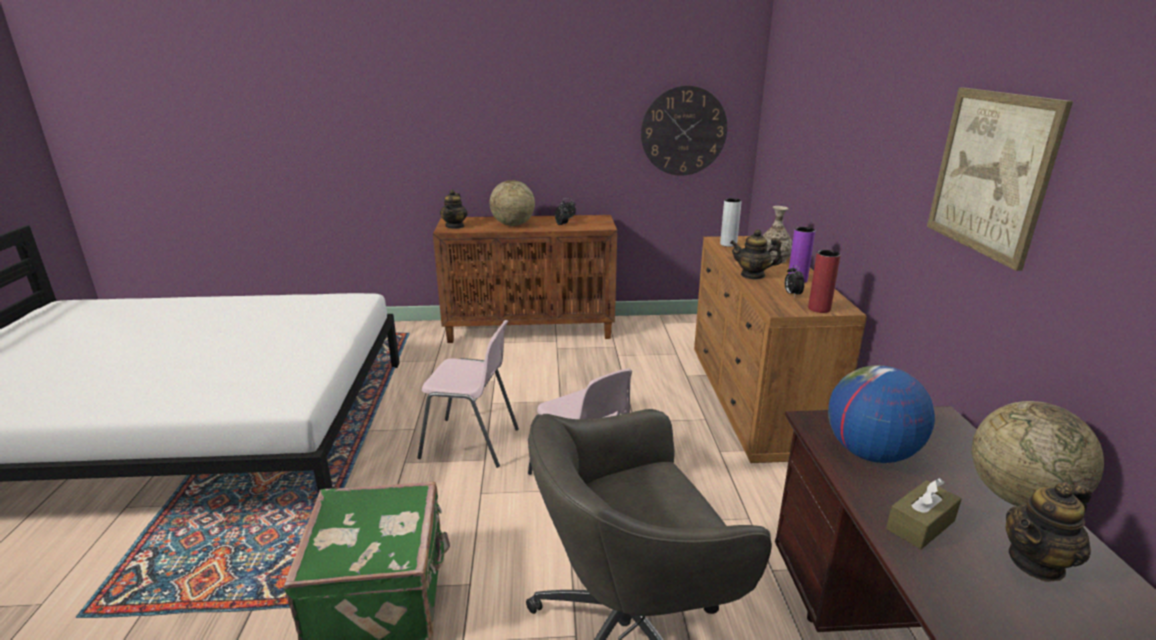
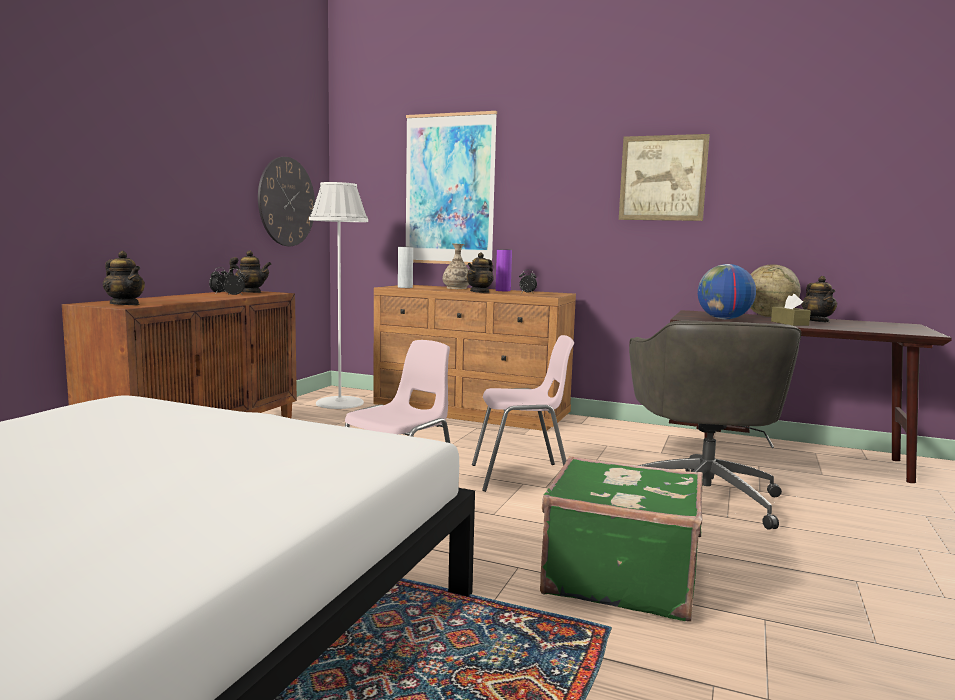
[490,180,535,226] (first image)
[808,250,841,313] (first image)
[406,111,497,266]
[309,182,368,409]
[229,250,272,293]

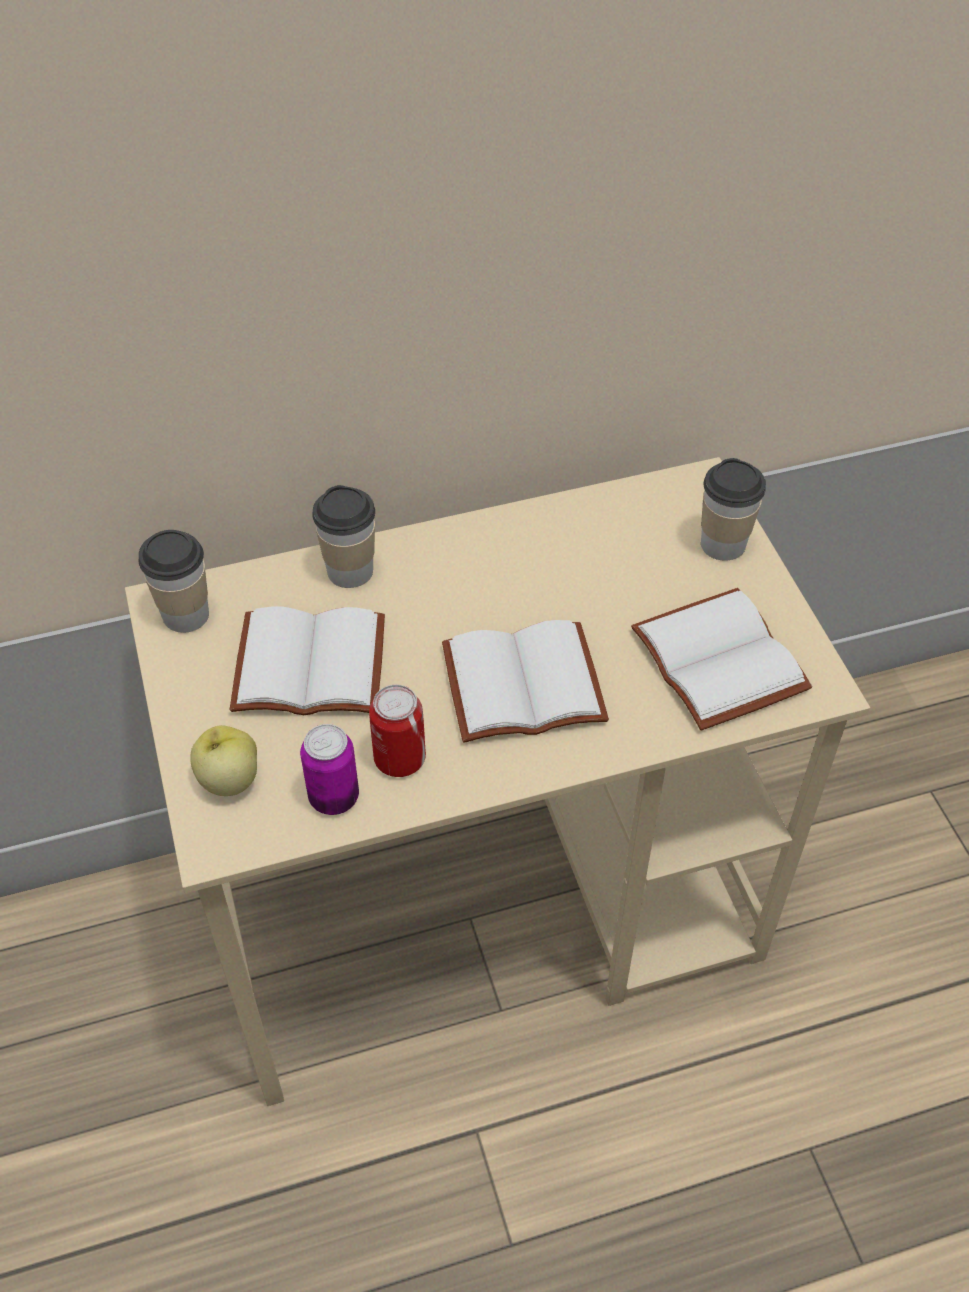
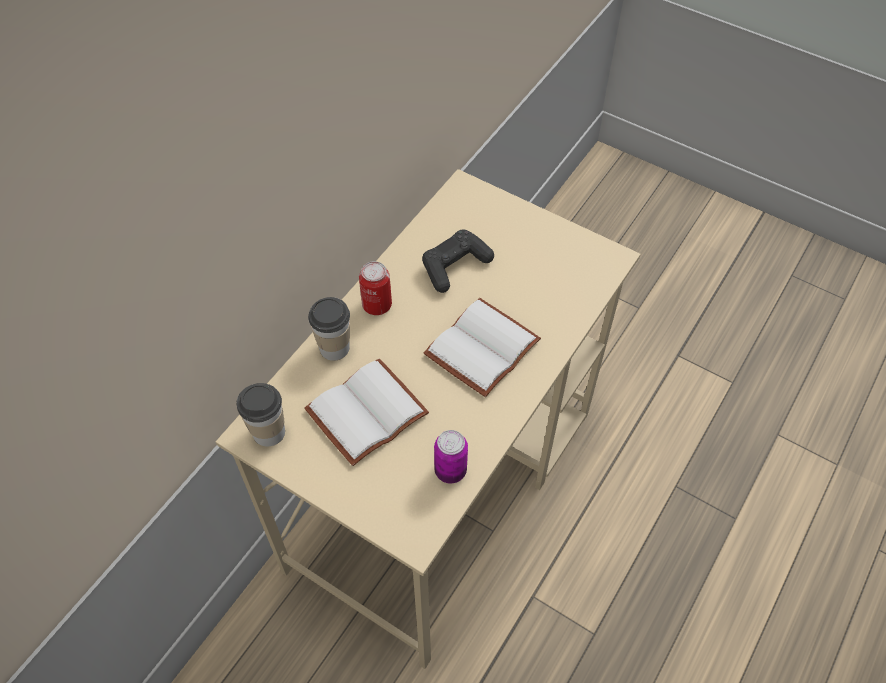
[701,458,766,561] (first image)
[631,588,812,731] (first image)
[359,261,392,315]
[191,725,257,796] (first image)
[422,229,494,293]

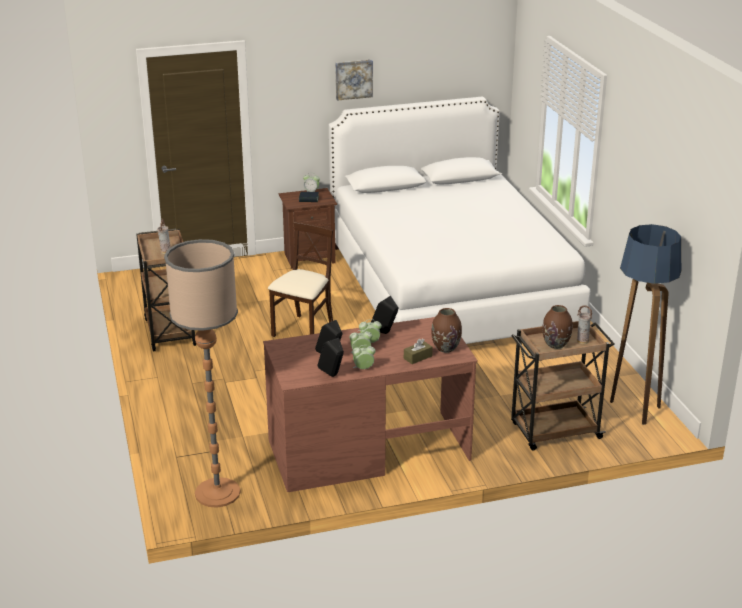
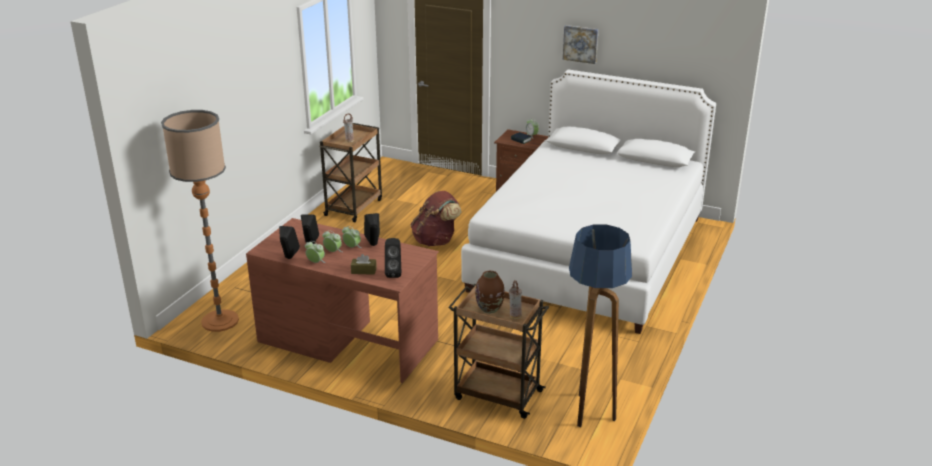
[410,191,461,246]
[385,238,402,278]

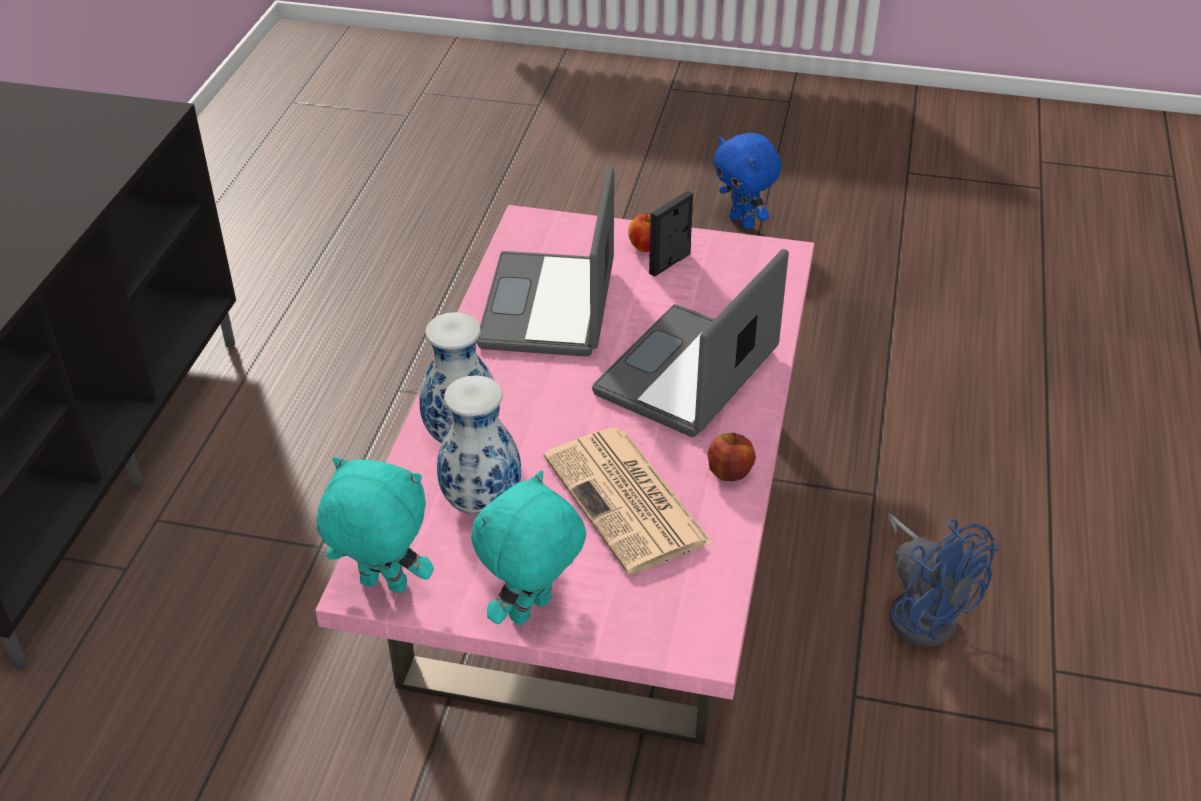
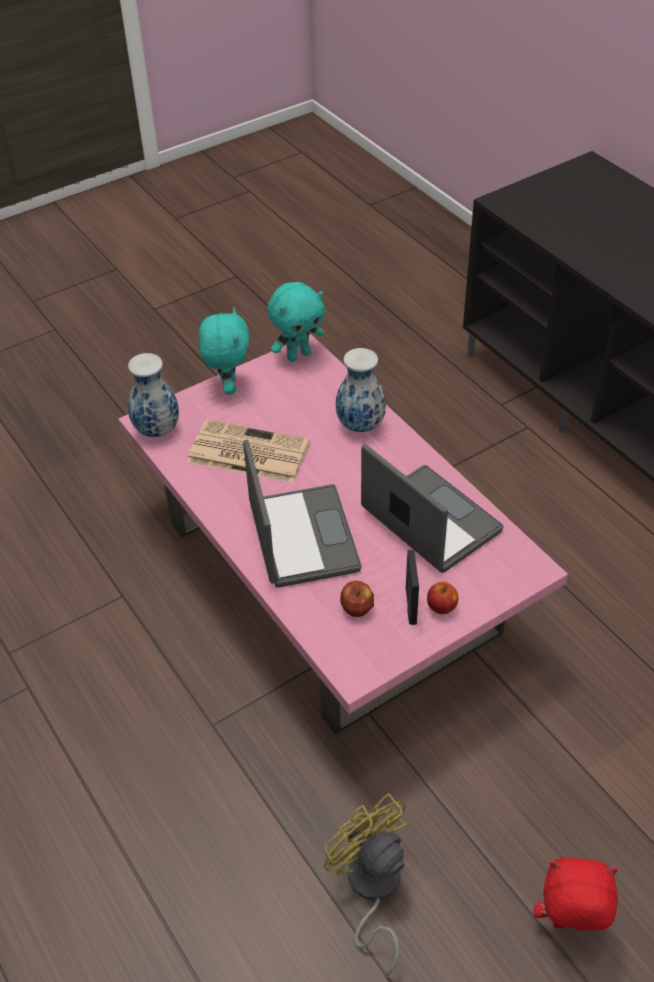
[534,858,618,931]
[128,353,179,437]
[340,581,374,617]
[887,514,999,647] (first image)
[324,793,408,976]

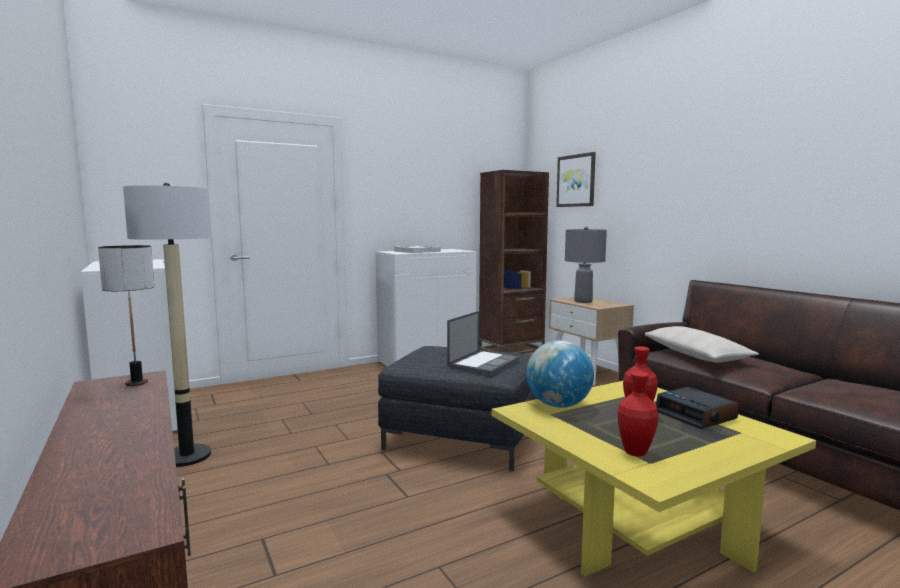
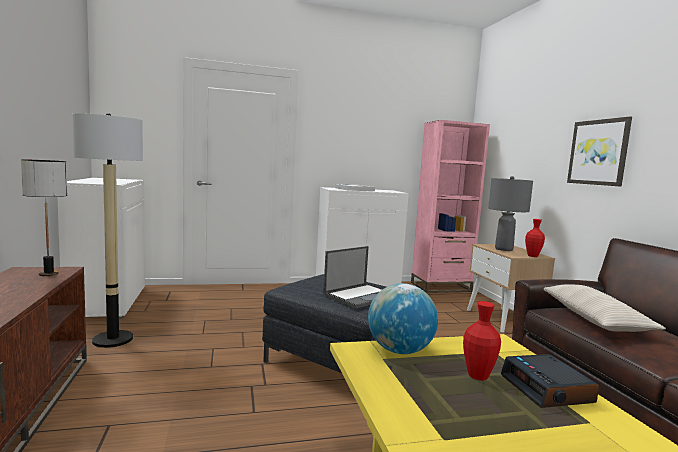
[567,117,632,187]
[411,120,490,293]
[525,219,545,257]

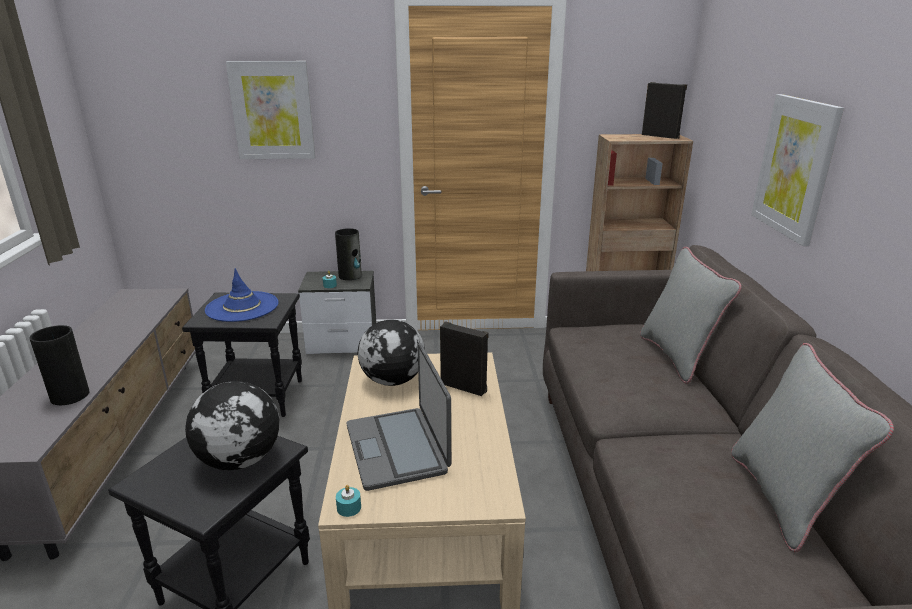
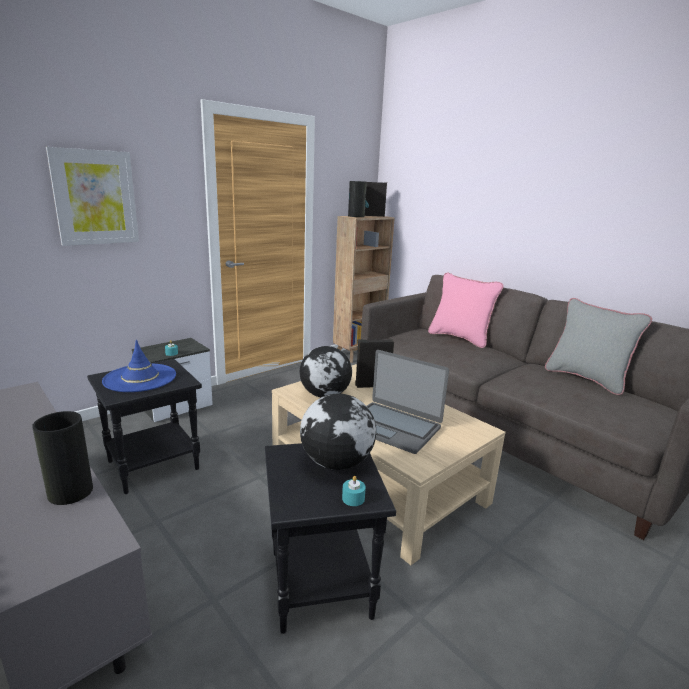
[751,94,844,246] (first image)
[348,181,369,217]
[428,272,503,348]
[342,476,366,506]

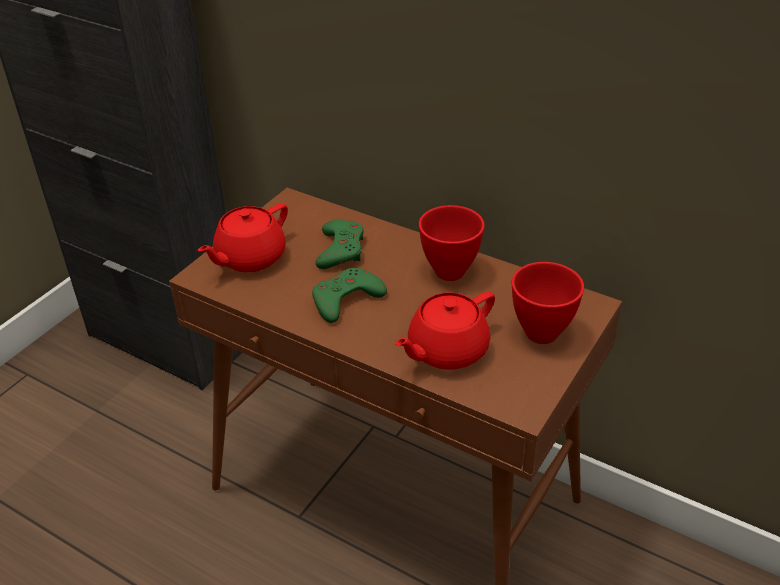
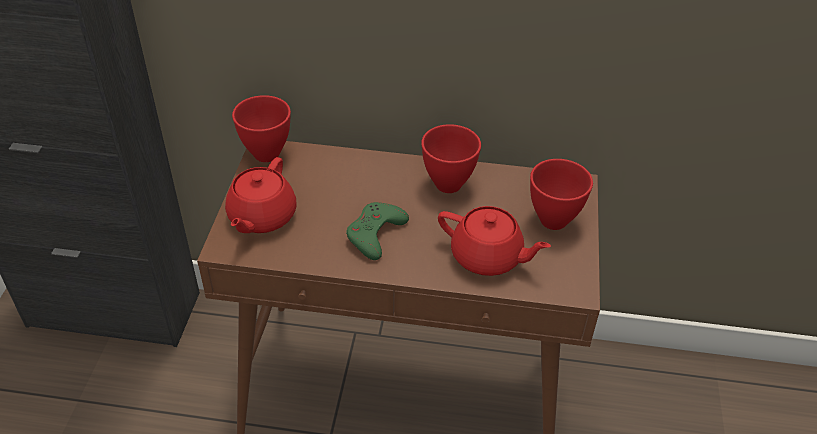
[316,220,364,269] (first image)
[438,206,551,276]
[232,95,291,162]

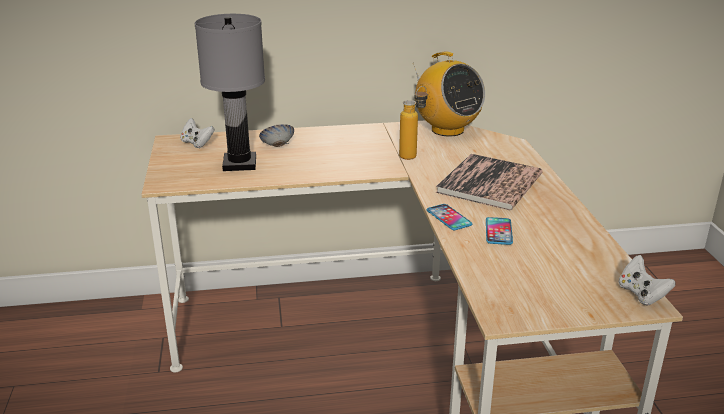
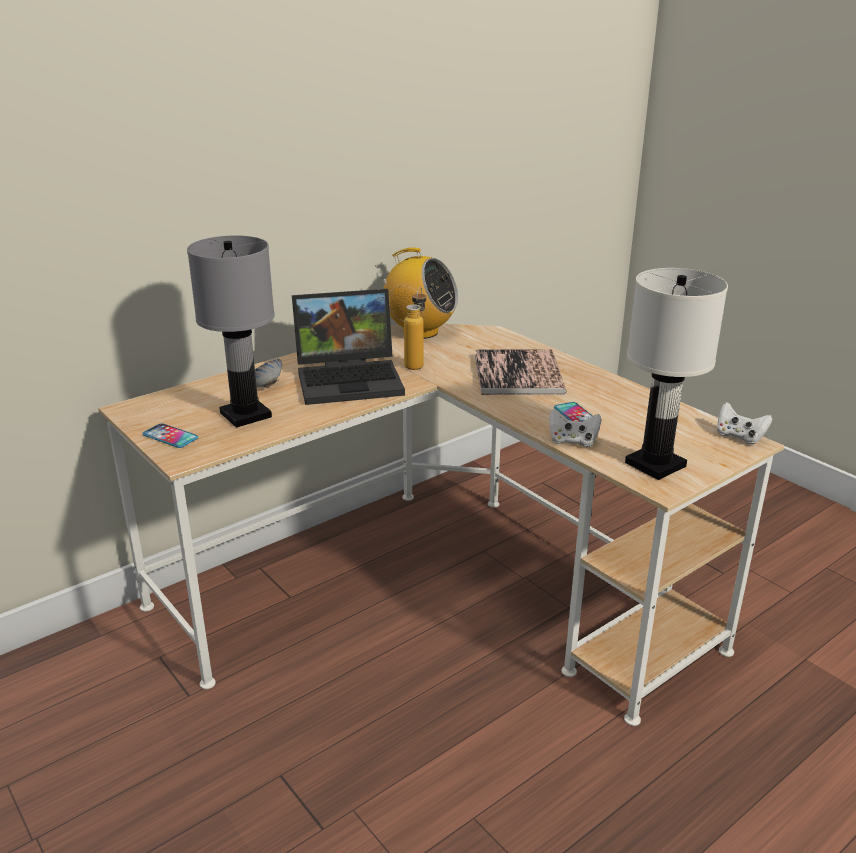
[549,410,601,447]
[142,423,198,448]
[625,268,728,480]
[292,289,405,405]

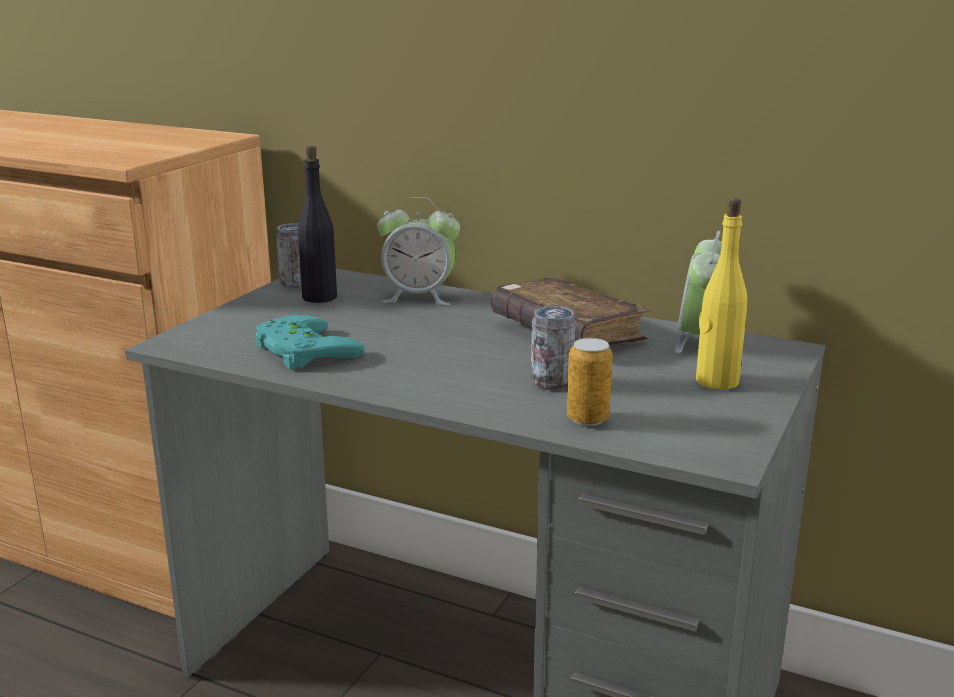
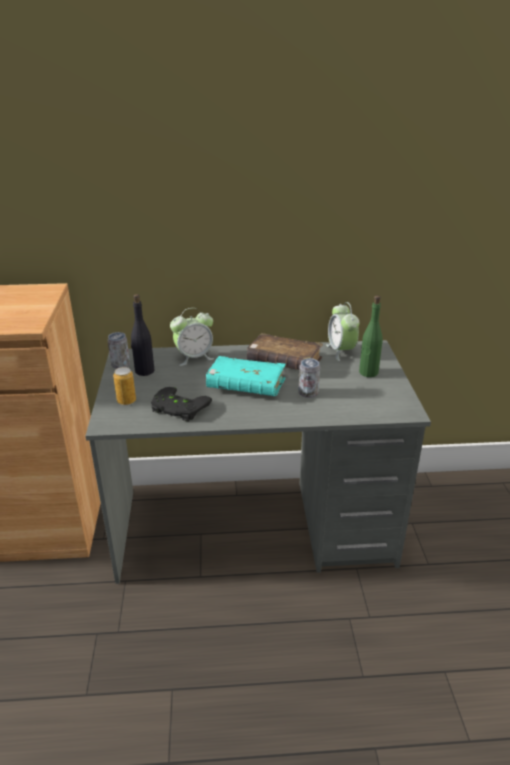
[359,296,383,377]
[151,387,212,422]
[113,367,136,405]
[206,356,286,396]

